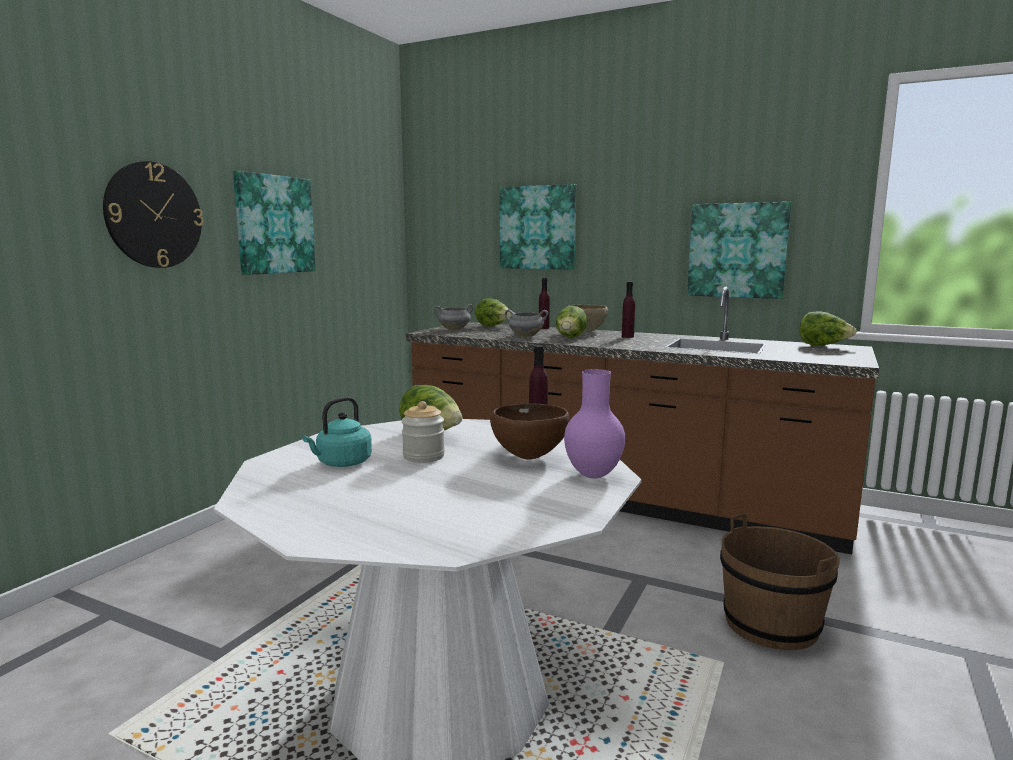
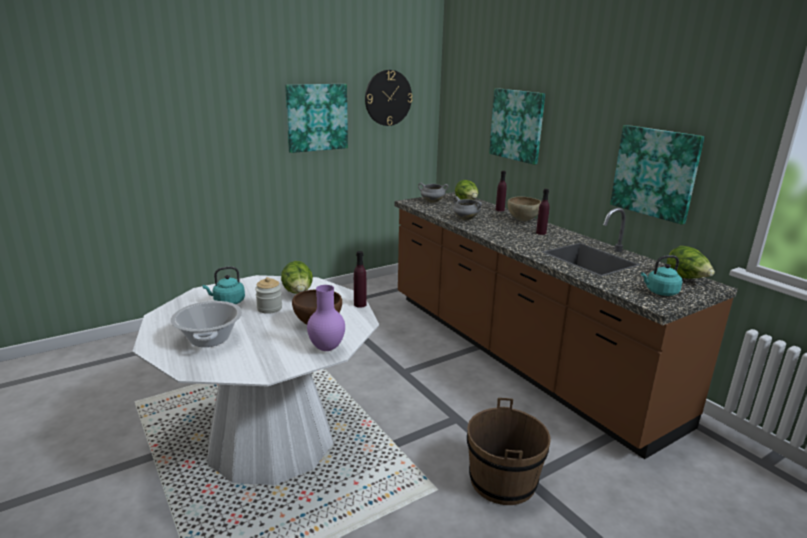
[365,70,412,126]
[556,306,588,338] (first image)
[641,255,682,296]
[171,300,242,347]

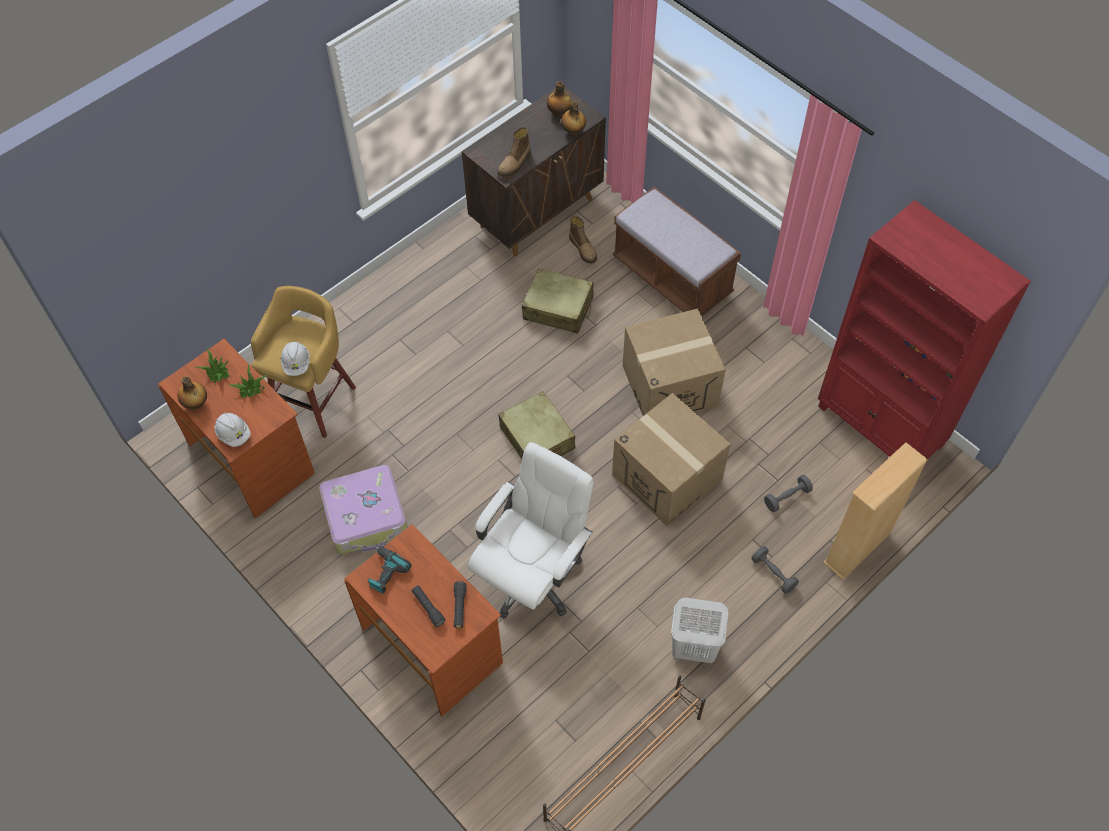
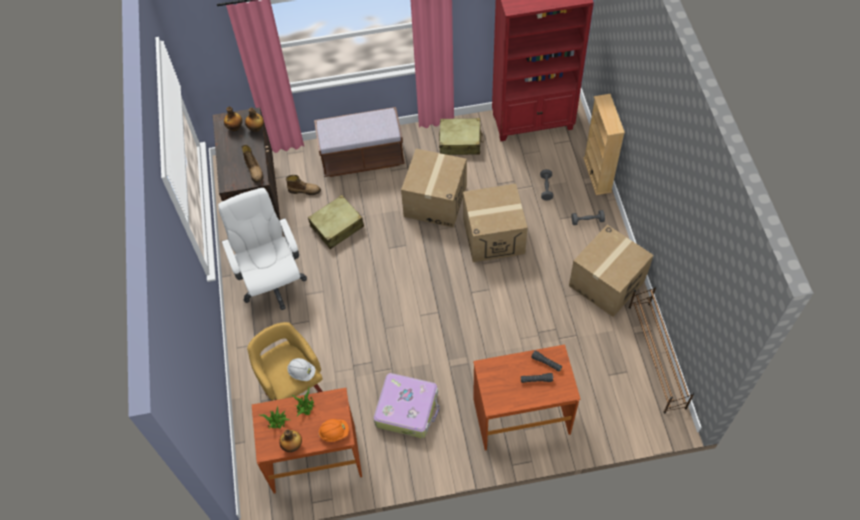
[439,118,484,155]
[319,419,349,442]
[218,188,307,310]
[368,546,411,594] (first image)
[569,225,653,317]

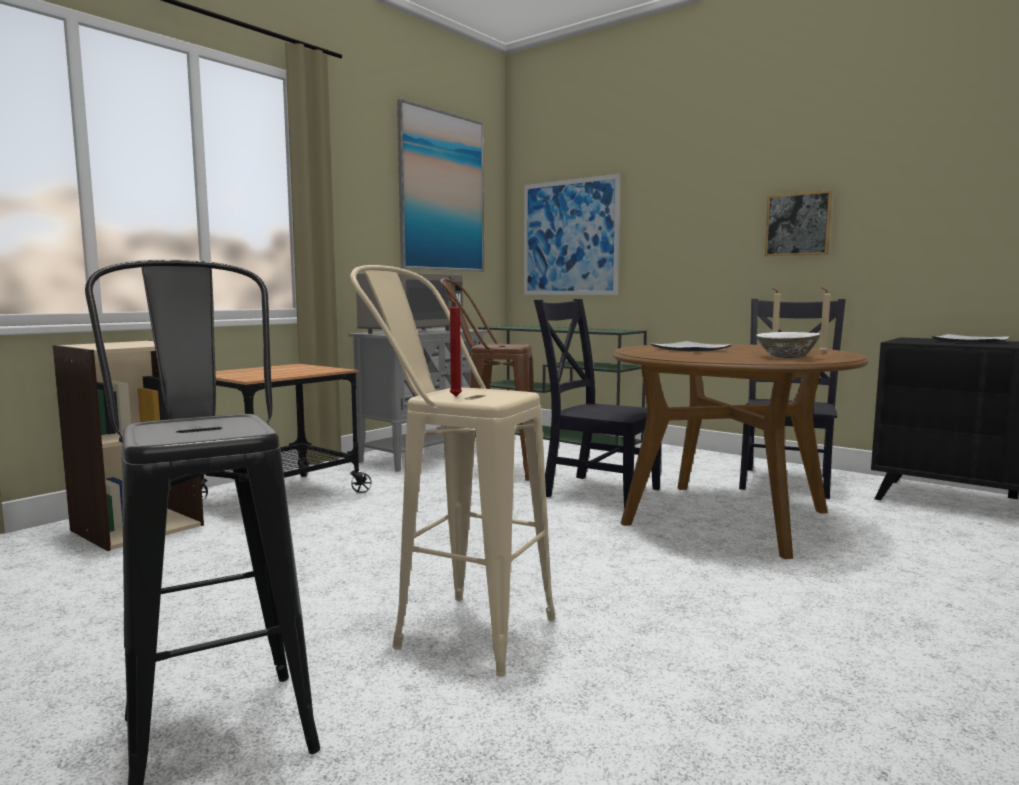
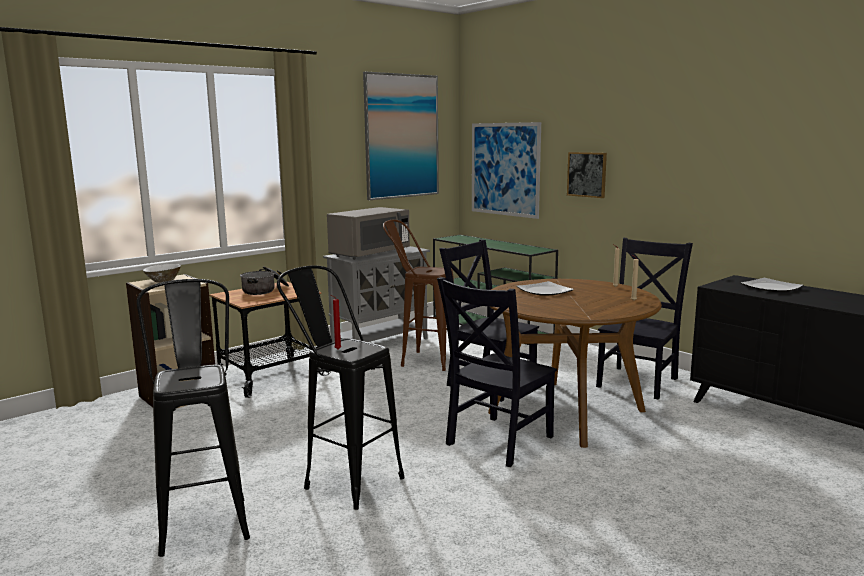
[567,152,607,198]
[277,265,405,510]
[143,264,181,283]
[240,266,289,295]
[437,277,557,467]

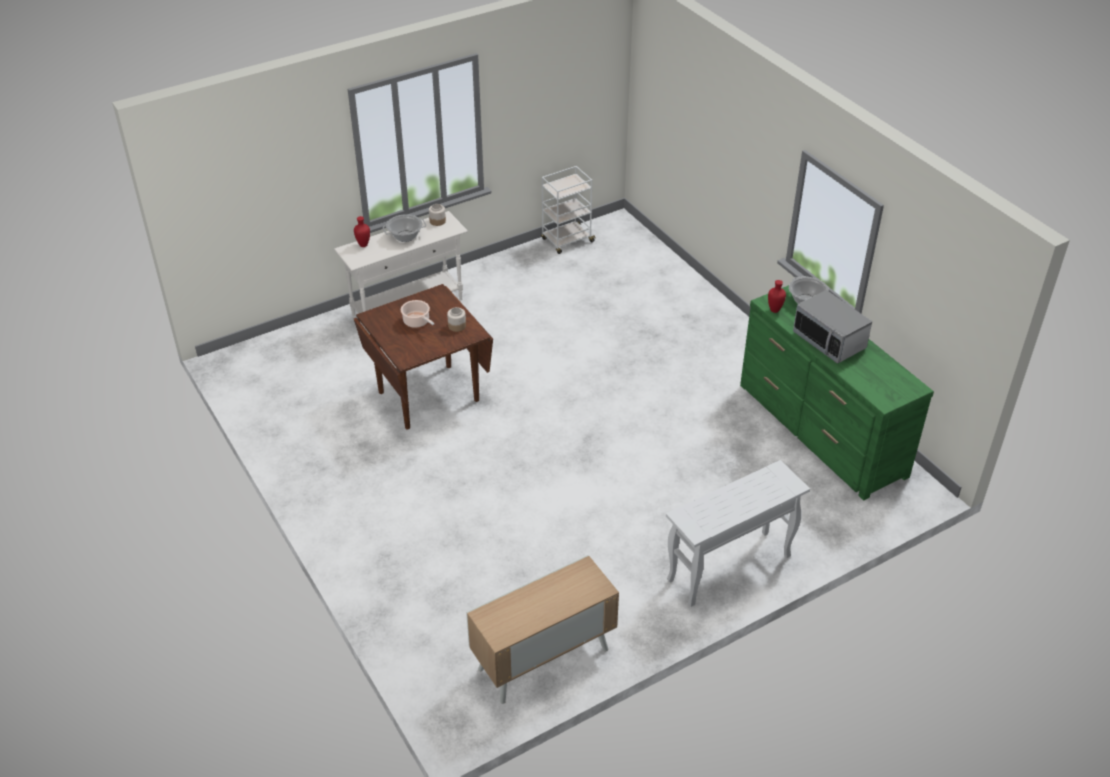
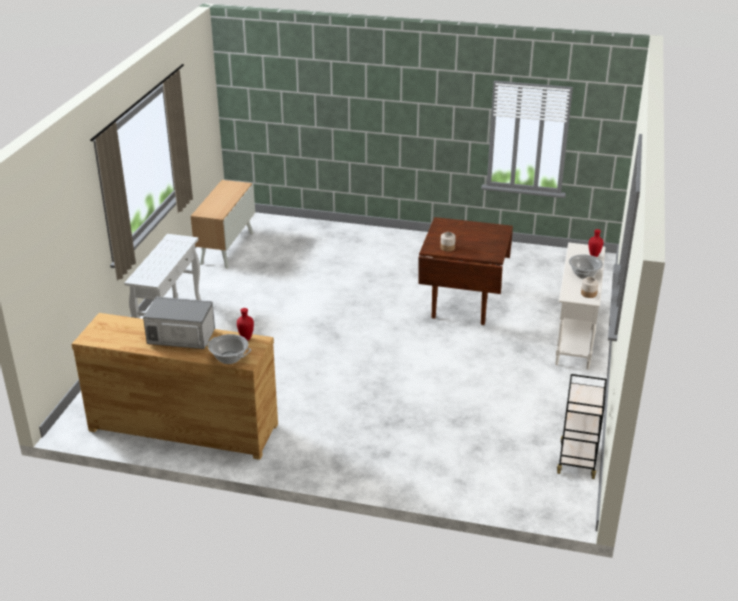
[557,374,607,479]
[71,313,278,460]
[401,300,435,328] (first image)

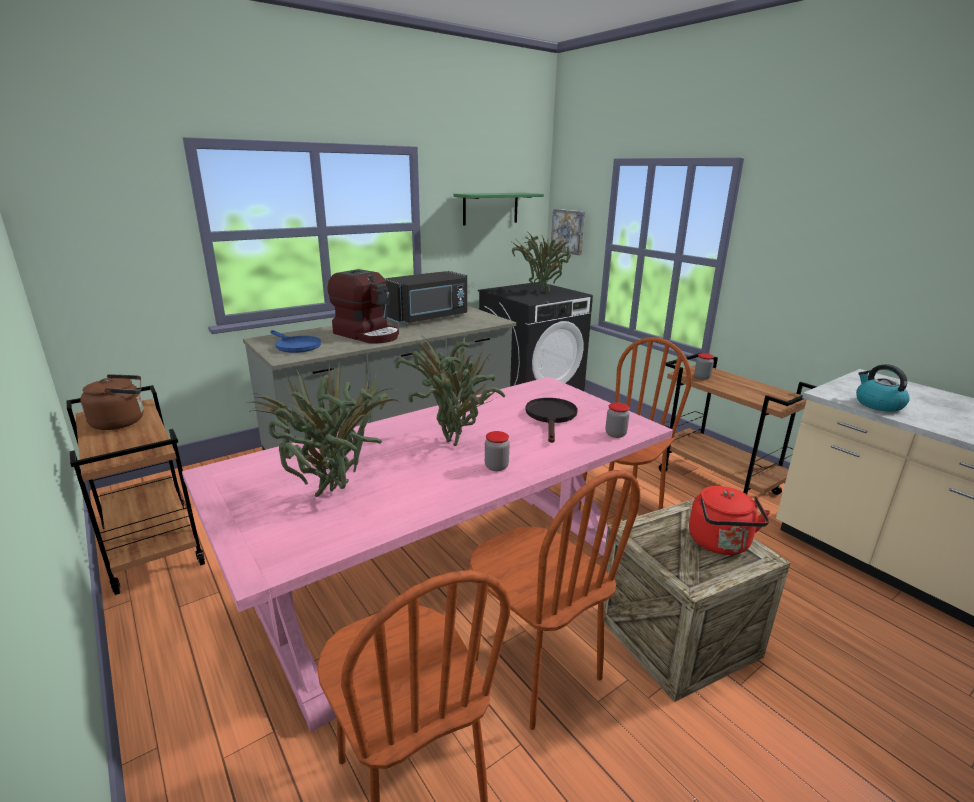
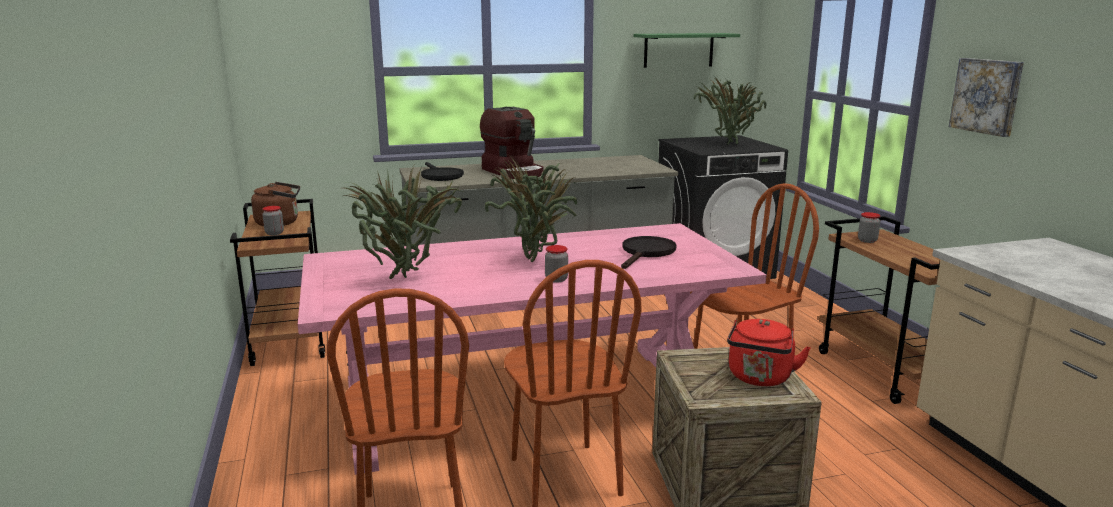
[949,58,1024,137]
[382,271,467,324] (first image)
[421,162,464,181]
[856,364,910,412] (first image)
[262,206,284,235]

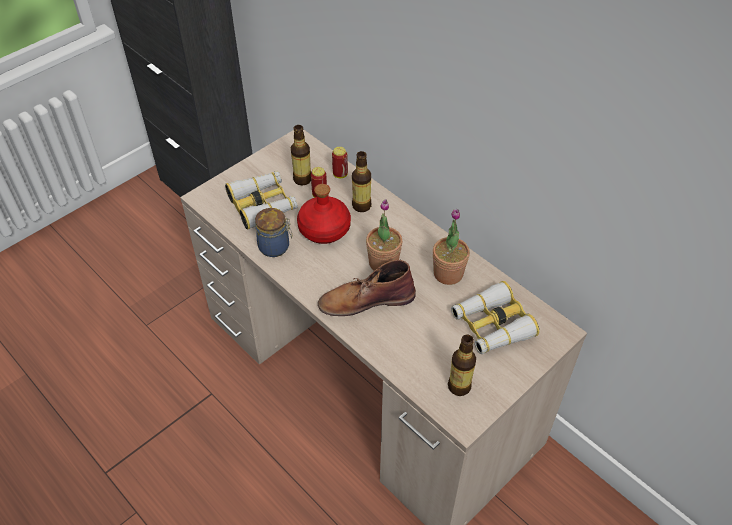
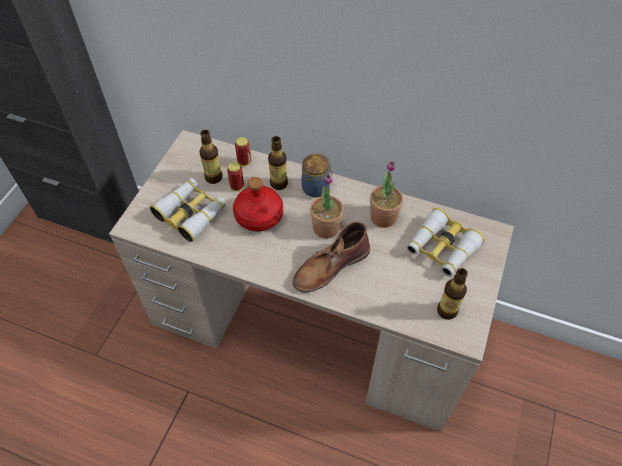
[301,154,332,197]

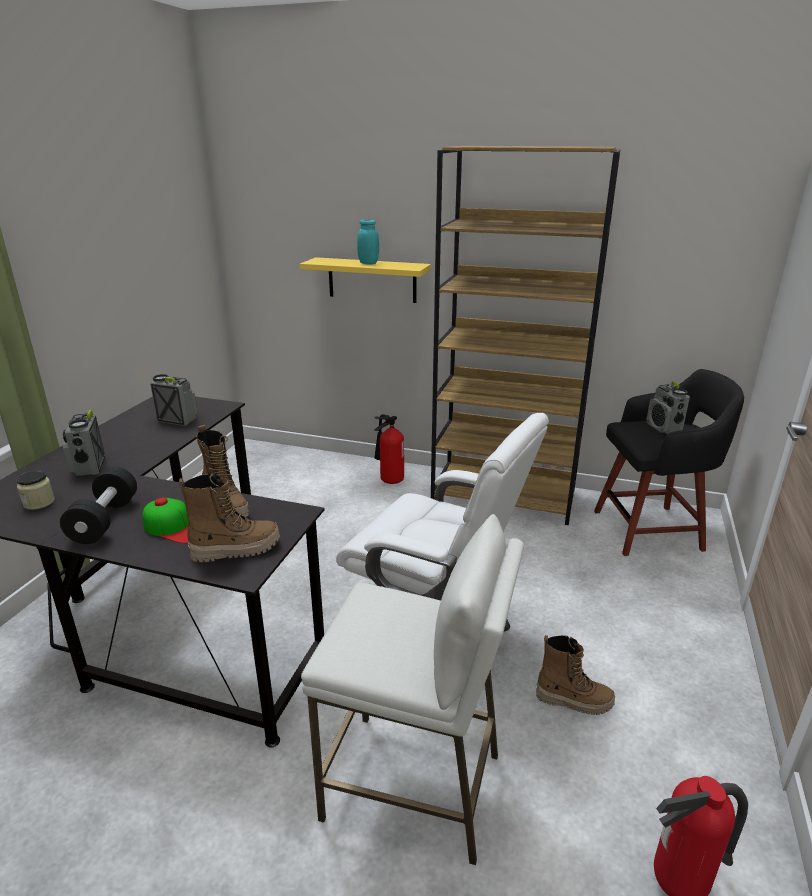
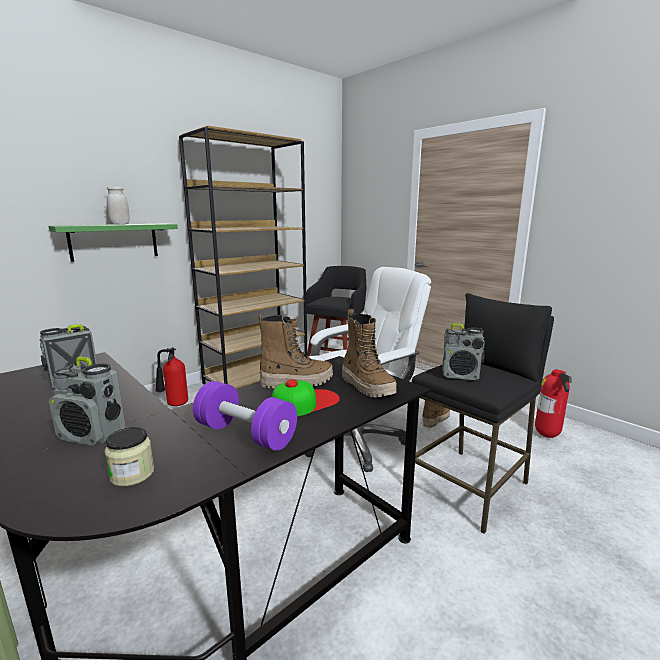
[107,186,129,225]
[48,224,178,262]
[442,323,485,380]
[193,381,297,451]
[342,309,397,397]
[412,293,554,533]

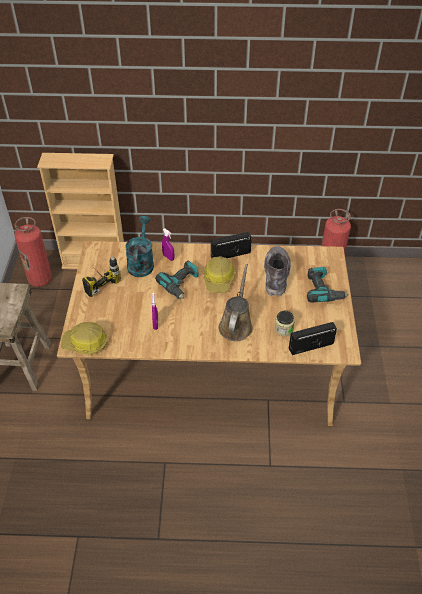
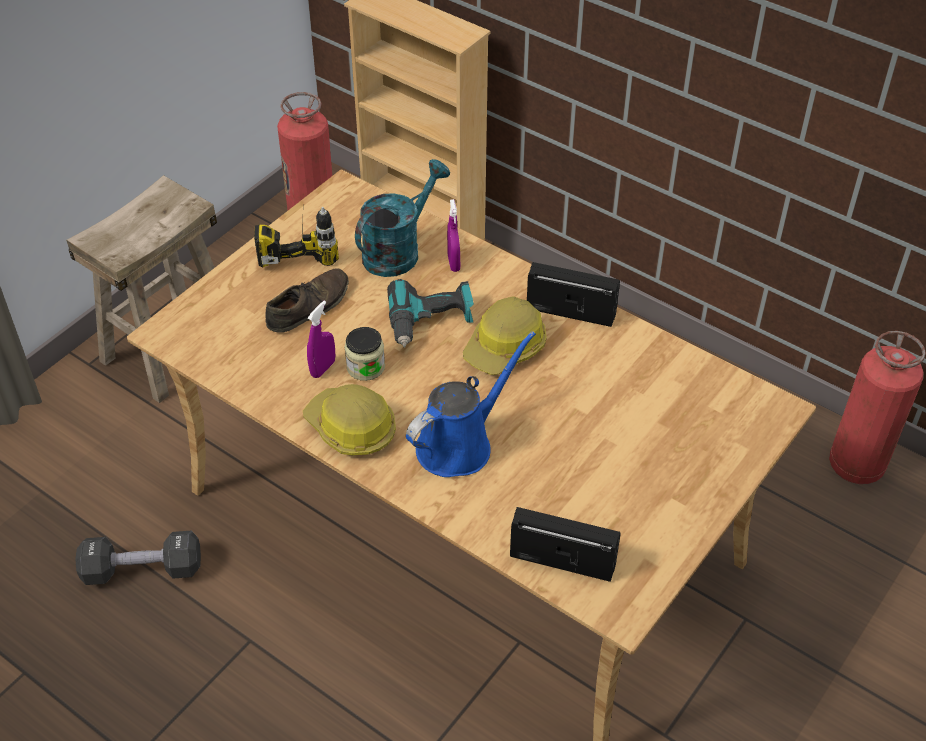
[264,246,291,297] (first image)
[406,331,536,477]
[307,267,349,303] (first image)
[345,327,385,381]
[303,384,396,456]
[265,268,349,333]
[75,531,201,585]

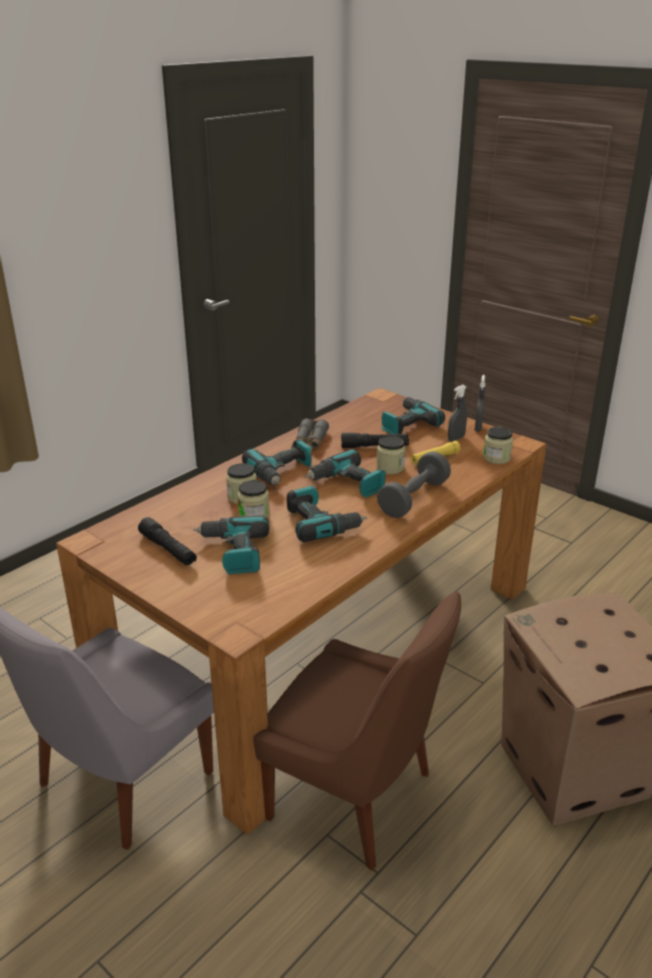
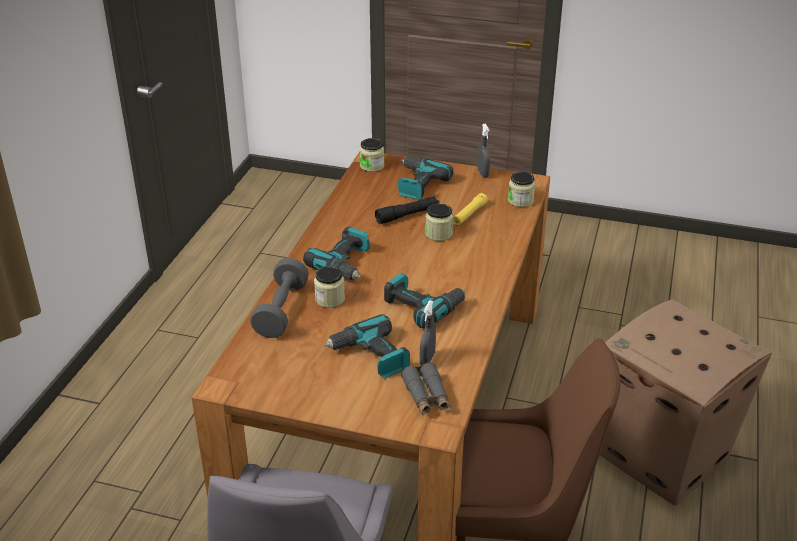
[420,300,436,366]
[401,363,451,415]
[305,449,385,498] (first image)
[250,258,309,338]
[360,138,384,172]
[138,517,197,566] (first image)

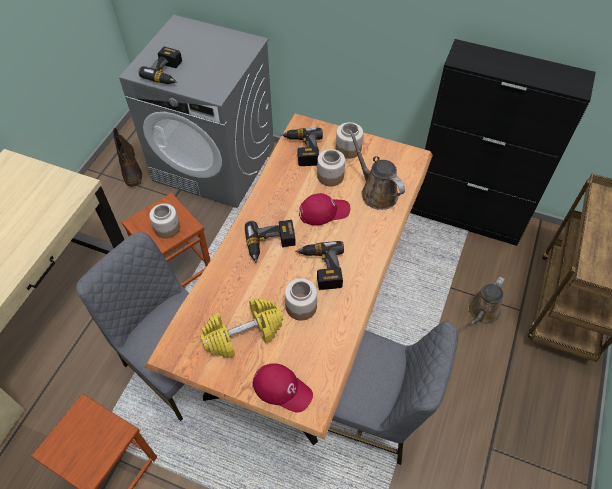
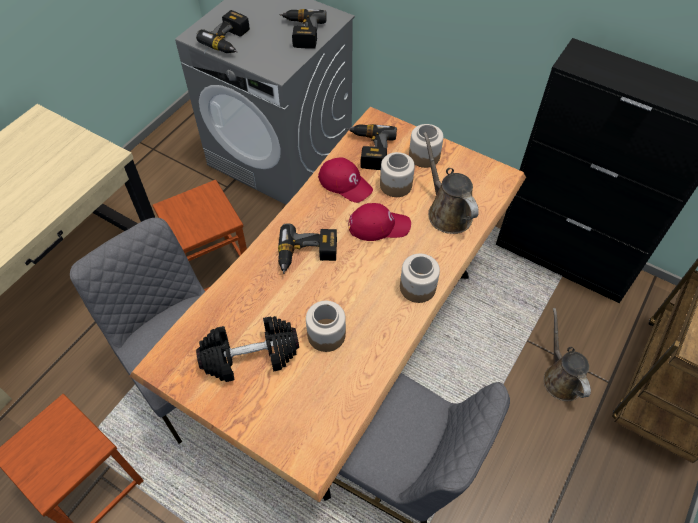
[113,128,142,187] (first image)
[400,254,440,303]
[280,9,327,49]
[543,308,591,401]
[196,316,299,382]
[318,157,373,203]

